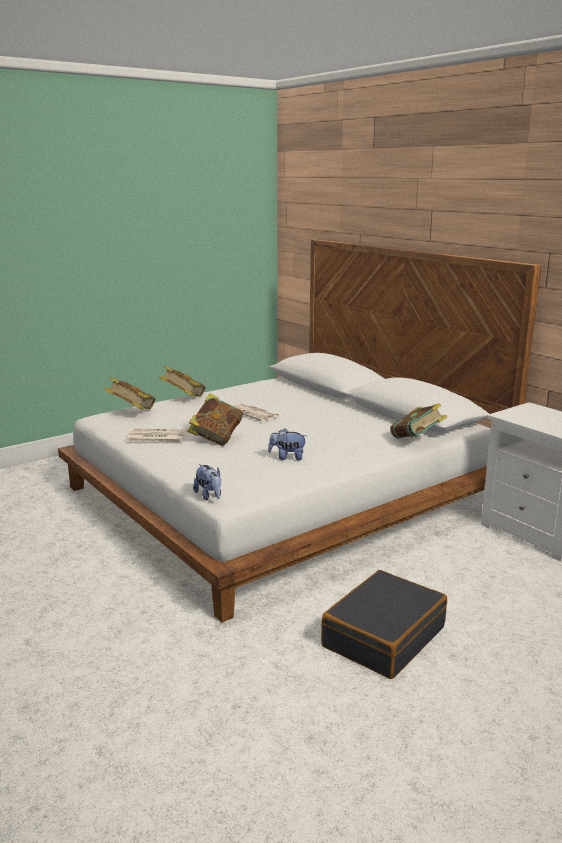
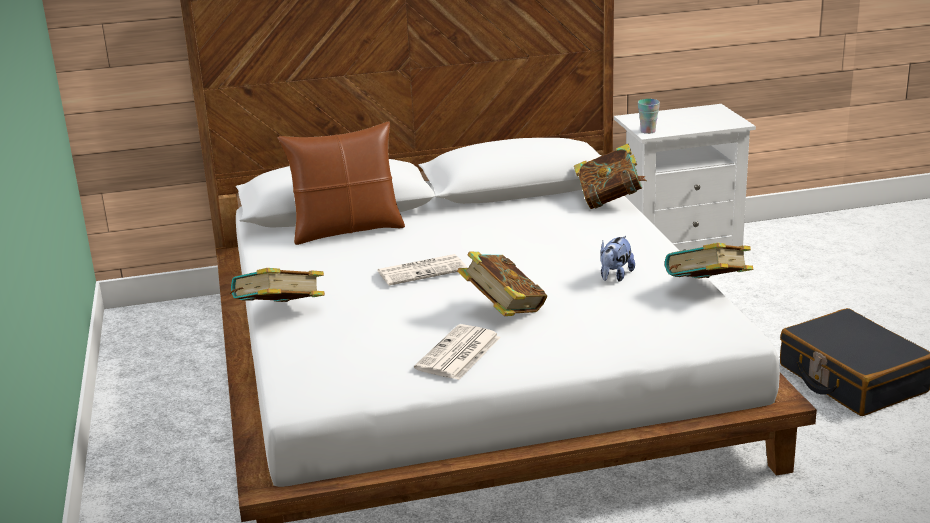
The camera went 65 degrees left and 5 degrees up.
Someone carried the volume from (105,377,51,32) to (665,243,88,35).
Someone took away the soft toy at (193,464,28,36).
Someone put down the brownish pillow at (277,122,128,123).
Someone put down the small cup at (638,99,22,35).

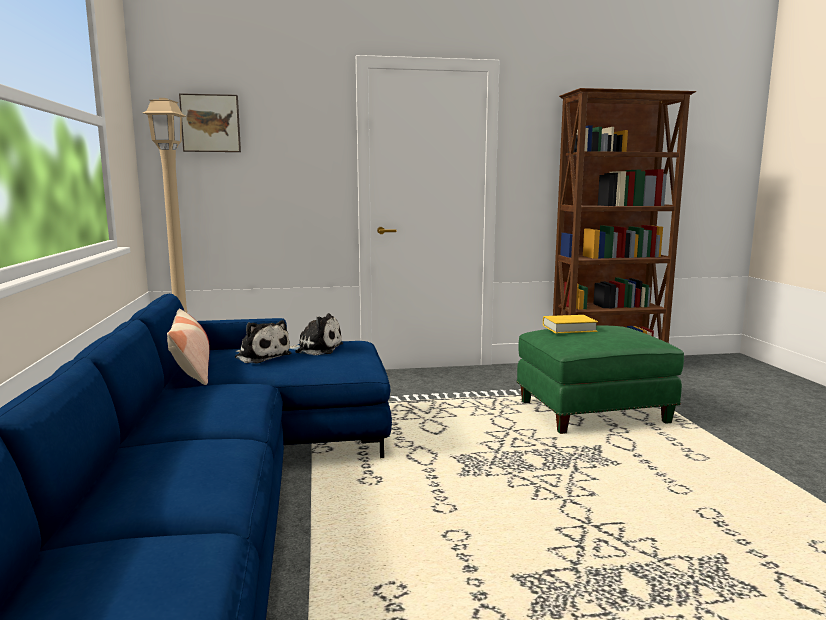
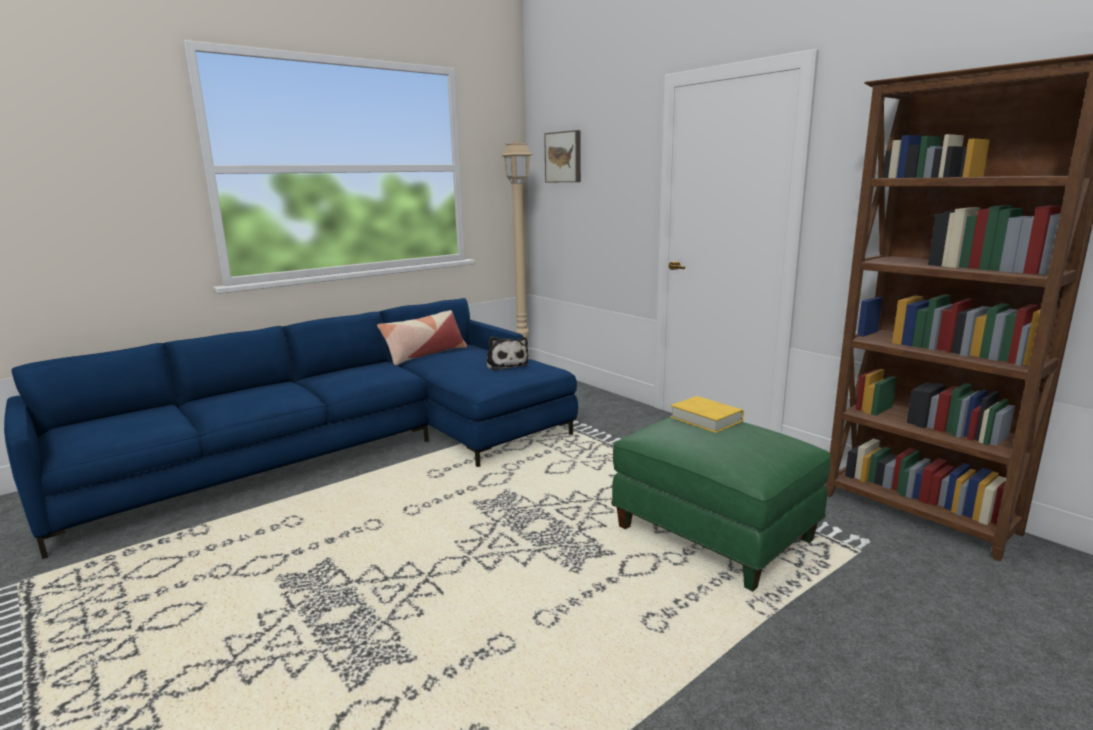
The camera went 60 degrees right and 5 degrees up.
Someone took away the soft toy at (235,320,57,44).

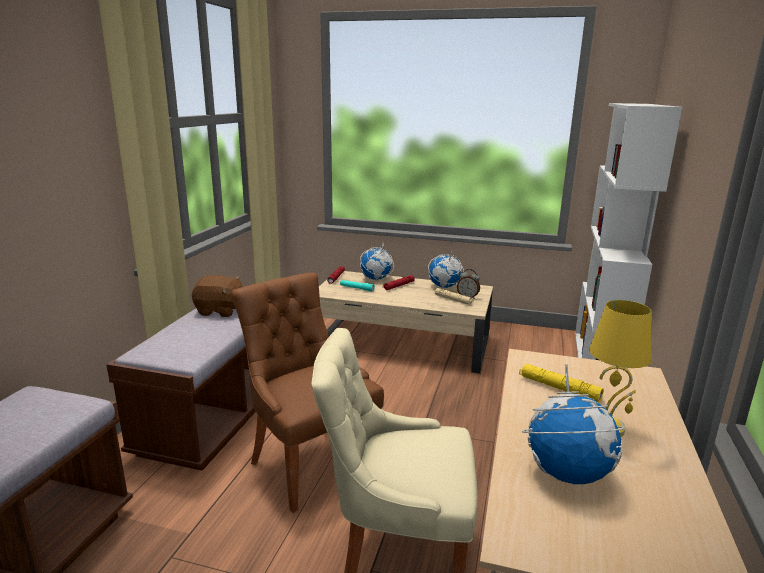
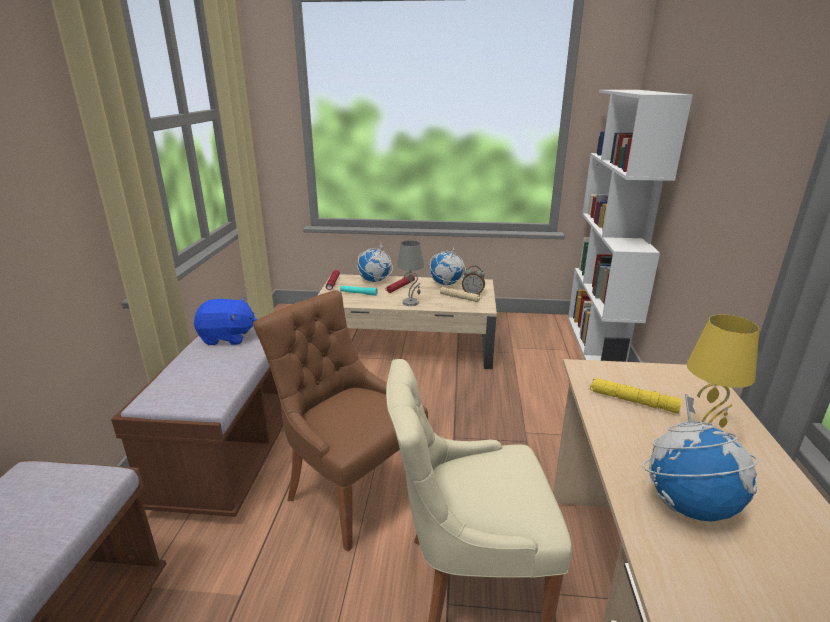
The camera went 10 degrees left and 5 degrees up.
Someone repainted the brownish soft toy at (192,275,51,42), which became the bluish soft toy at (194,297,63,48).
Someone put down the grey table lamp at (397,240,27,66).

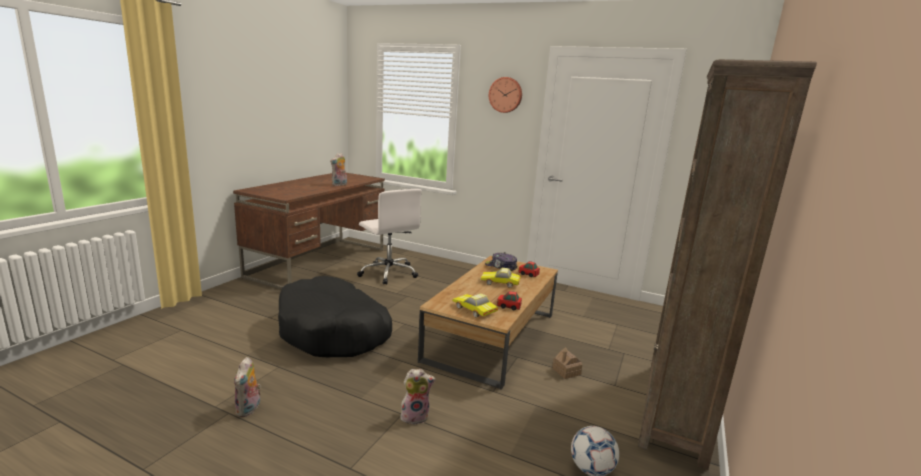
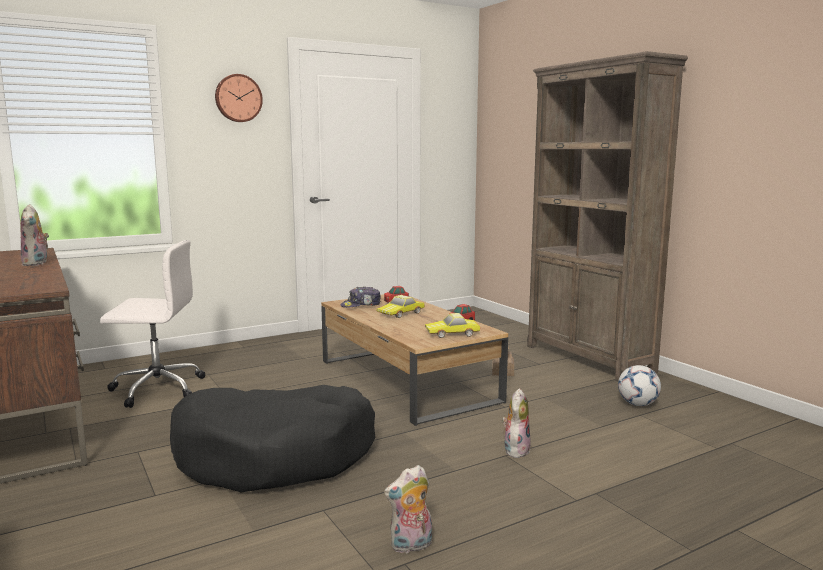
The camera went 55 degrees left and 5 degrees down.
Someone rotated the soft toy at (234,357,27,60) by 120 degrees clockwise.

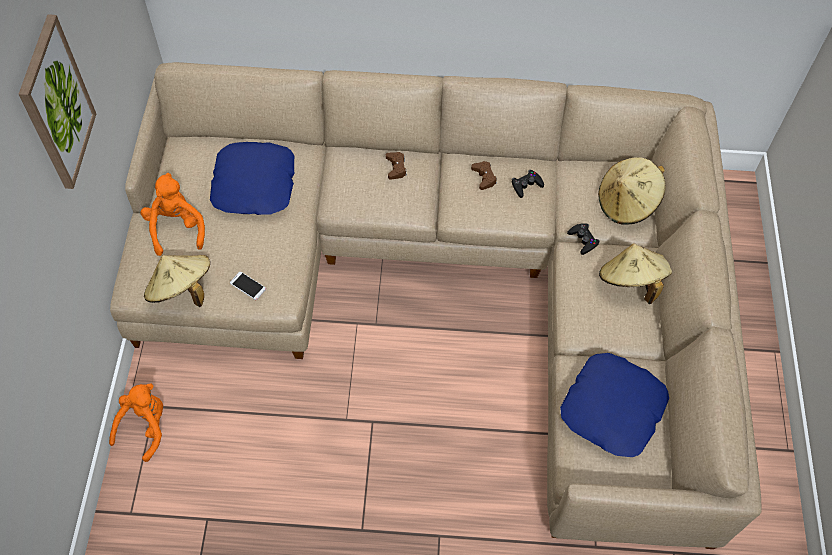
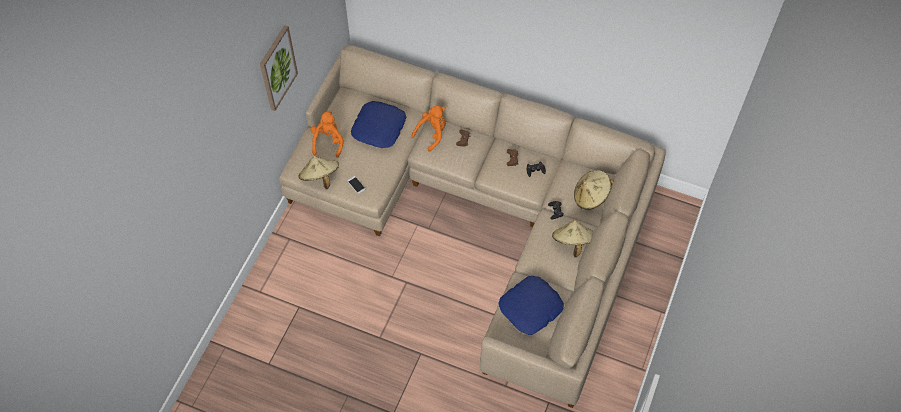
The camera went 20 degrees right and 0 degrees up.
Someone carried the orange-coloured soft toy from (109,383,54,79) to (411,106,35,46).

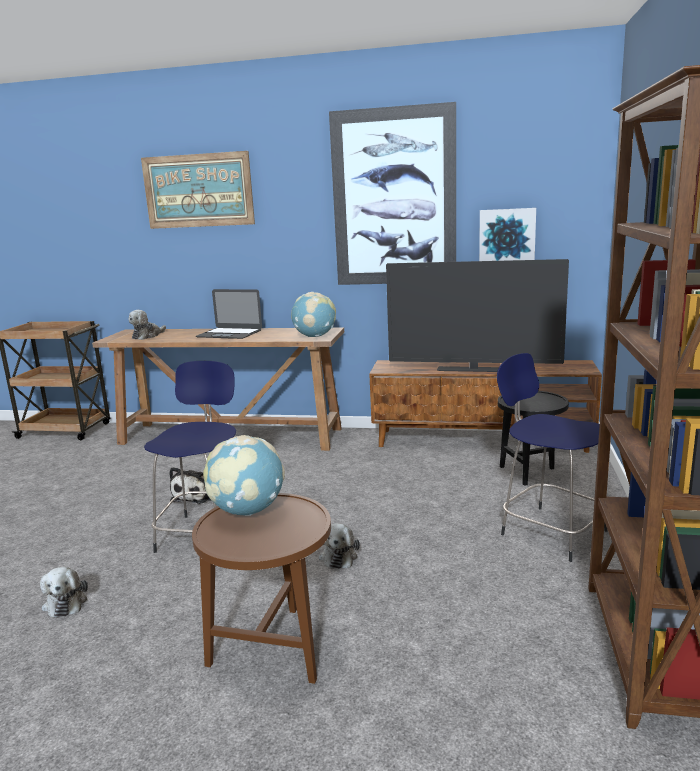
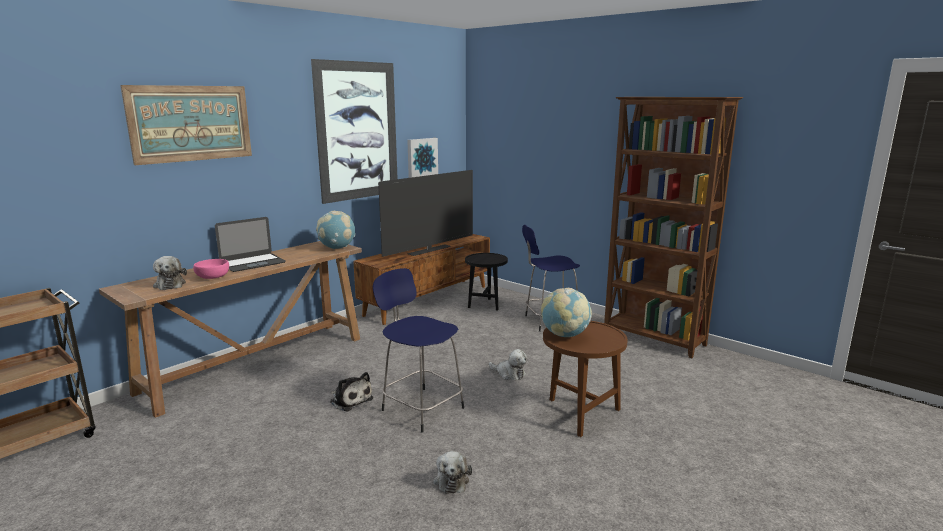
The camera went 60 degrees left and 0 degrees up.
Someone rotated the soft toy at (40,567,48,51) by 75 degrees clockwise.
Someone put down the pinkish deep dish at (193,259,36,20).

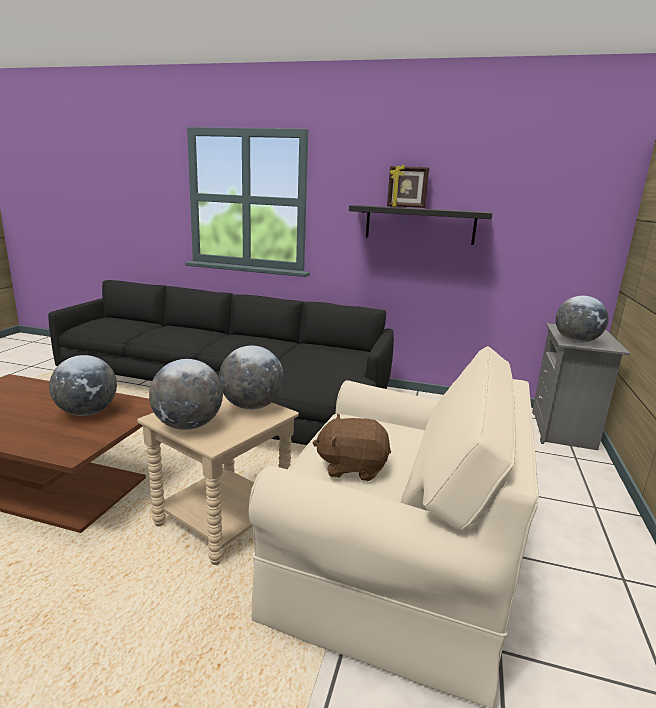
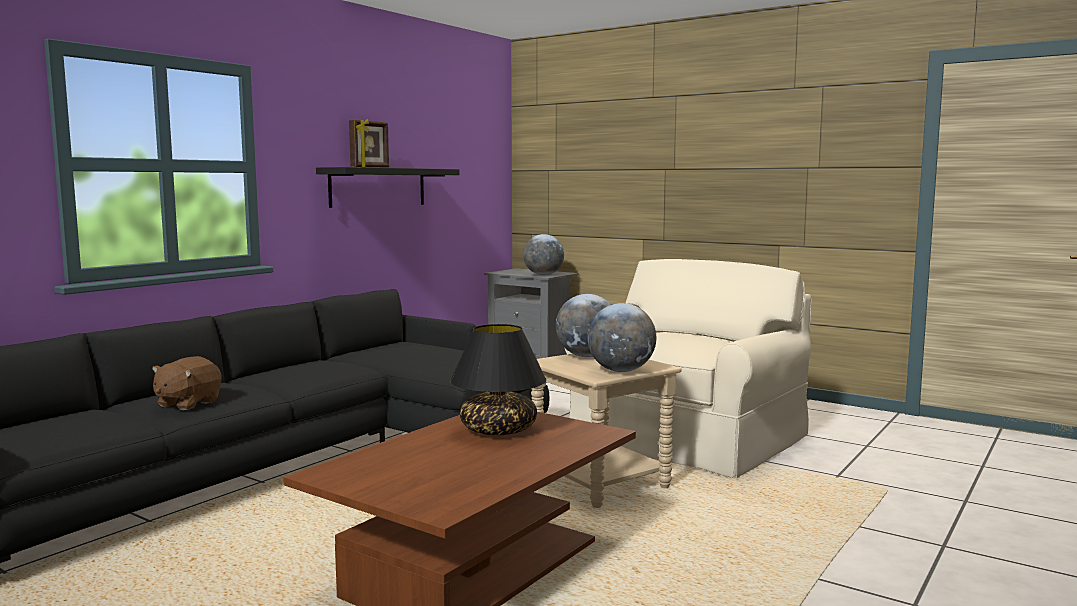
The camera went 70 degrees left and 10 degrees down.
Someone swapped the globe at (49,355,68,61) for the blackish table lamp at (450,324,96,111).
Someone carried the brownish soft toy from (313,414,78,67) to (152,356,70,54).

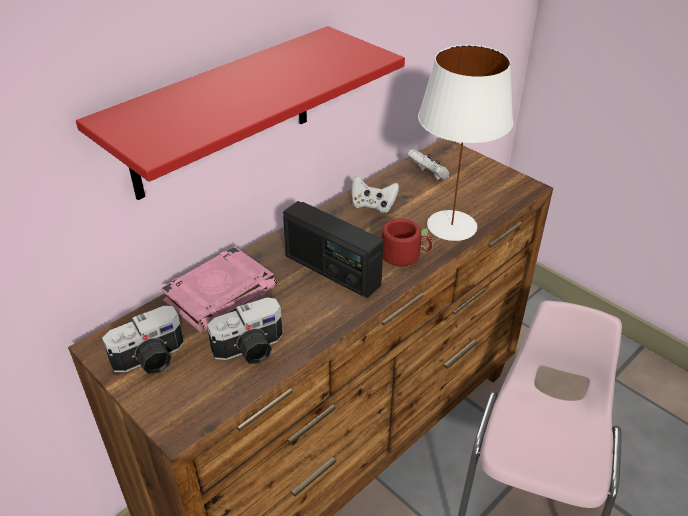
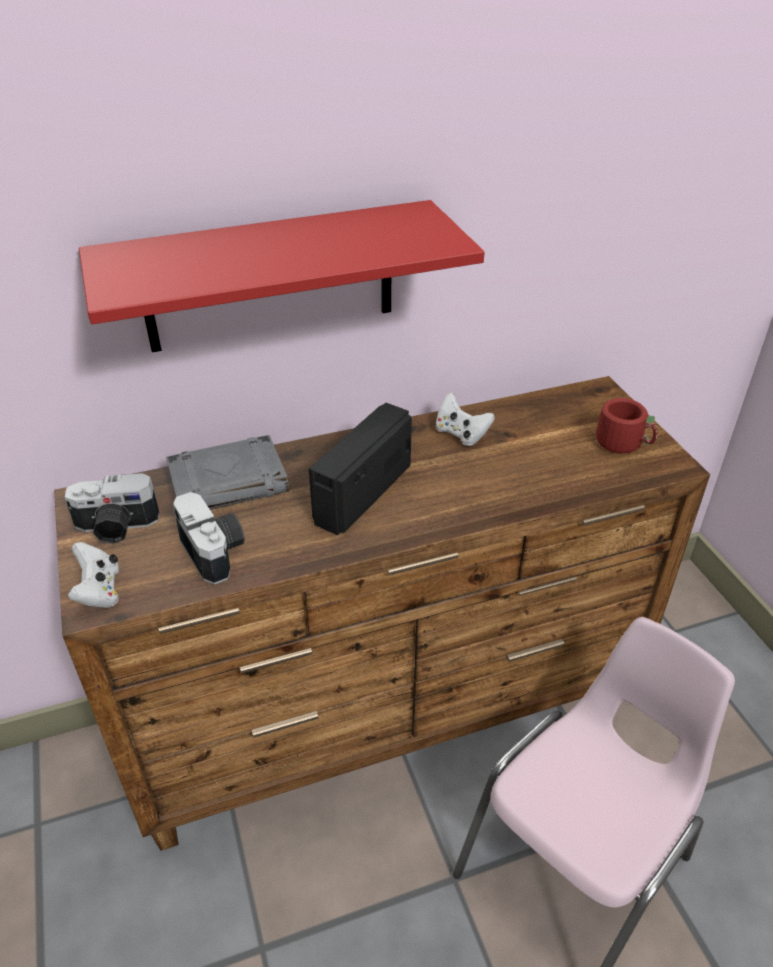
The camera went 25 degrees right and 0 degrees up.
Someone repainted the pinkish volume at (160,246,117,87), which became the grey volume at (166,435,124,75).
Someone rotated the photo camera at (207,297,76,67) by 120 degrees counterclockwise.
Someone rotated the radio set at (283,201,101,97) by 60 degrees clockwise.
Someone carried the red tea mug from (382,218,51,48) to (596,398,62,55).
Someone carried the whitish game controller from (408,149,41,31) to (68,542,51,66).
Someone took away the whitish table lamp at (418,45,95,196).

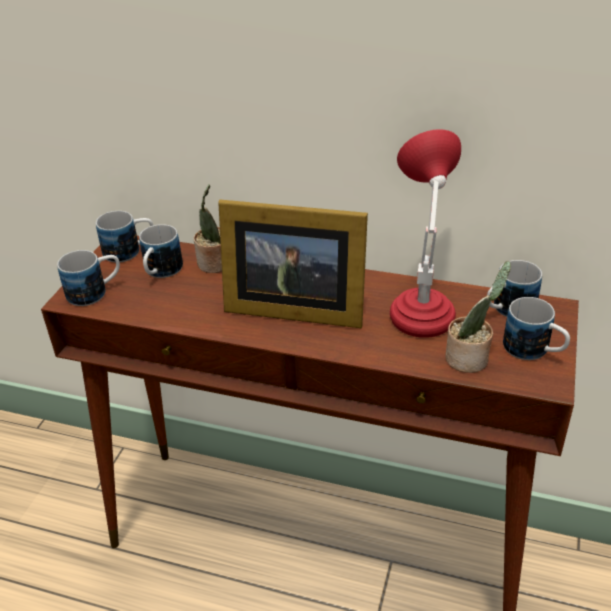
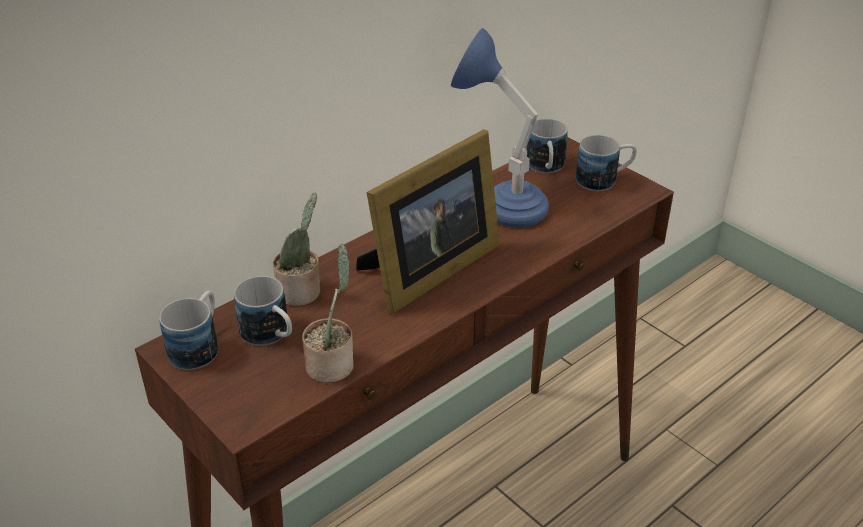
The camera went 60 degrees left and 0 degrees up.
Someone took away the tea mug at (57,250,63,56).
Someone repainted the red table lamp at (390,129,71,209), which became the bluish table lamp at (451,28,98,199).
Someone carried the potted plant from (445,261,66,112) to (302,244,52,139).

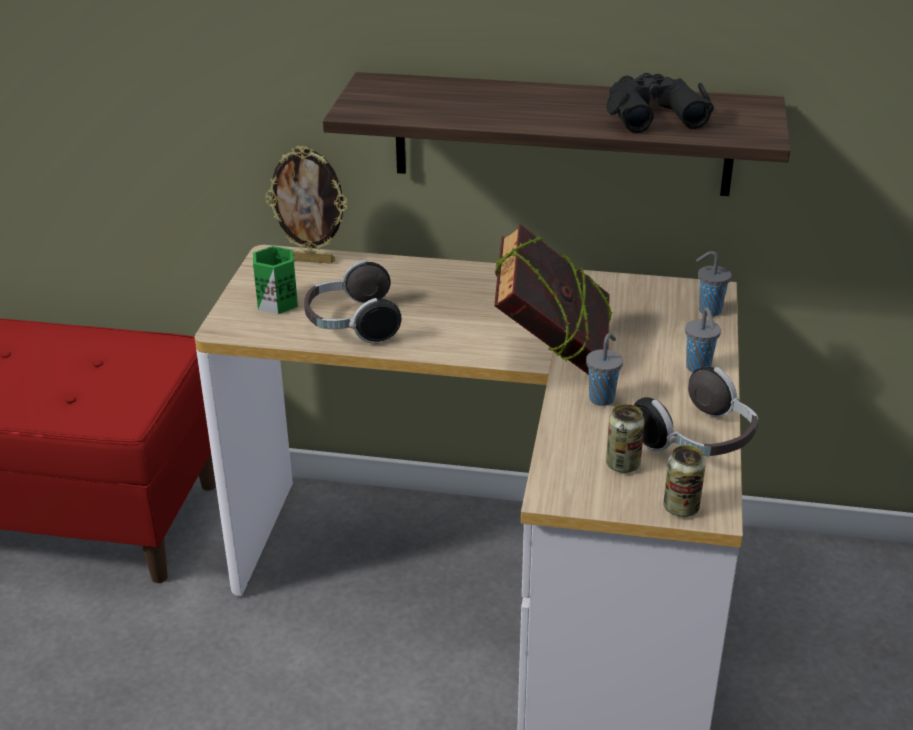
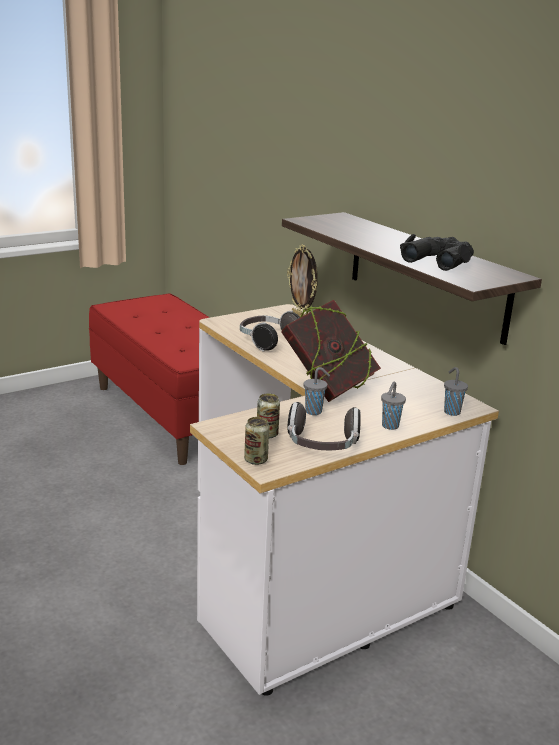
The camera went 45 degrees right and 10 degrees down.
Someone took away the green-coloured tea mug at (253,246,45,68).

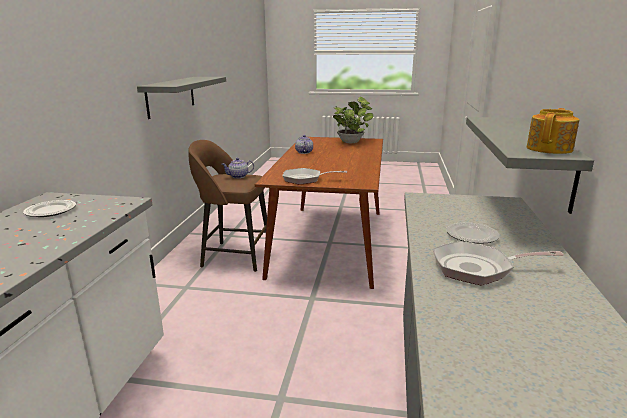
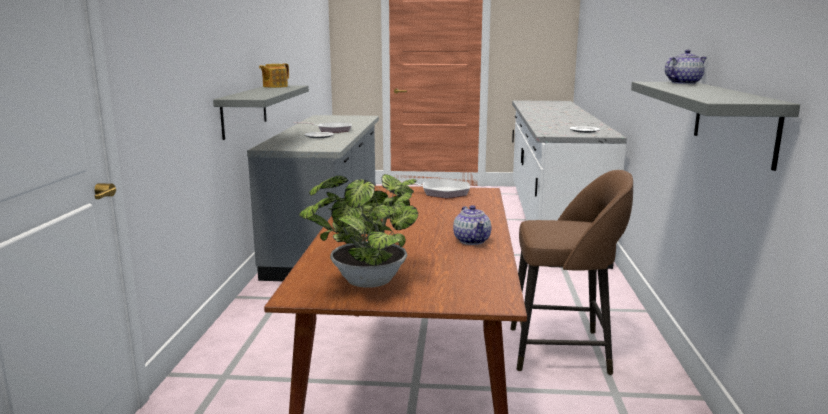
The camera went 175 degrees right and 5 degrees down.
Someone carried the tea pot from (221,158,33,21) to (665,50,42,34).

